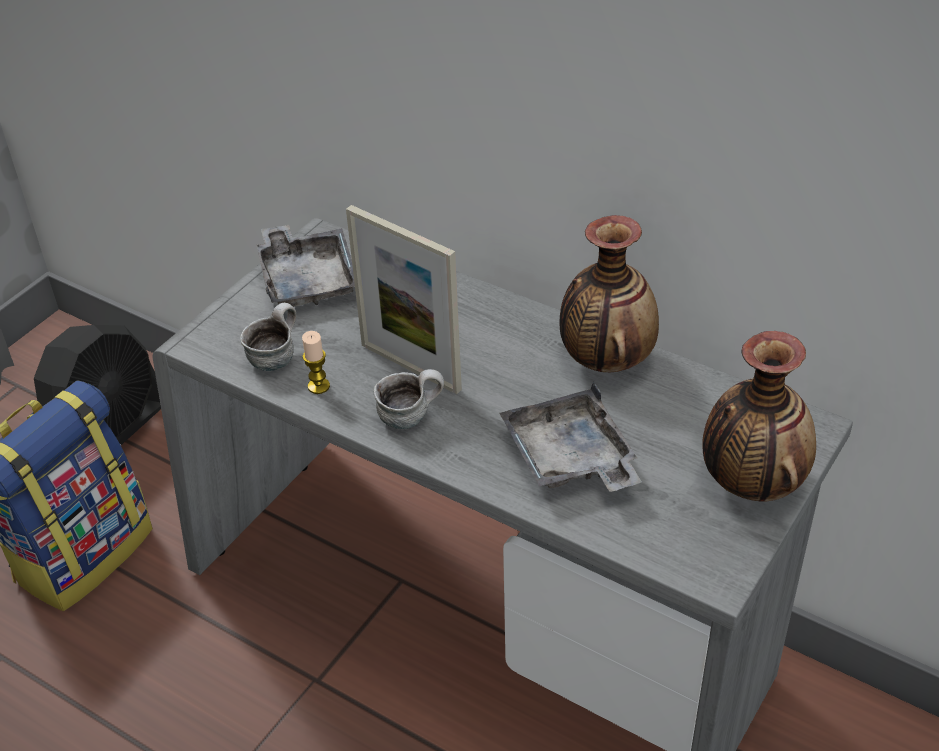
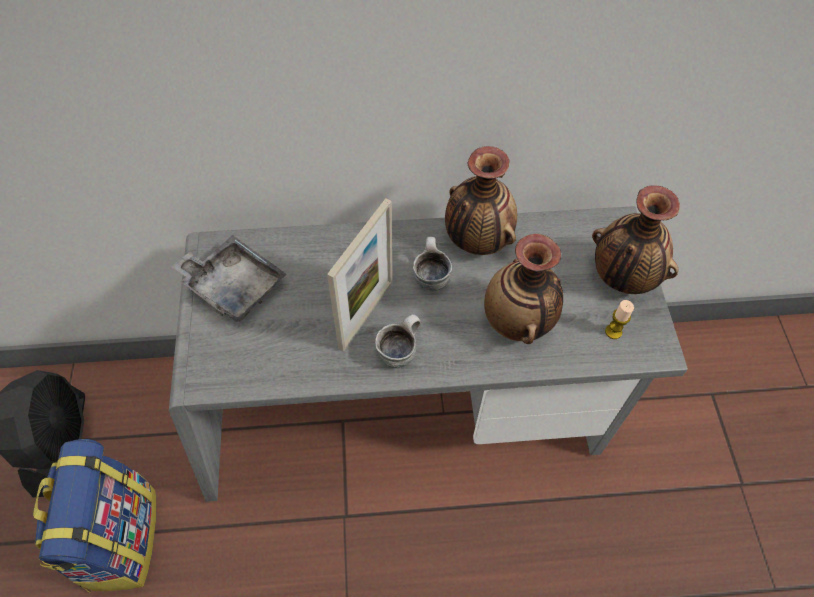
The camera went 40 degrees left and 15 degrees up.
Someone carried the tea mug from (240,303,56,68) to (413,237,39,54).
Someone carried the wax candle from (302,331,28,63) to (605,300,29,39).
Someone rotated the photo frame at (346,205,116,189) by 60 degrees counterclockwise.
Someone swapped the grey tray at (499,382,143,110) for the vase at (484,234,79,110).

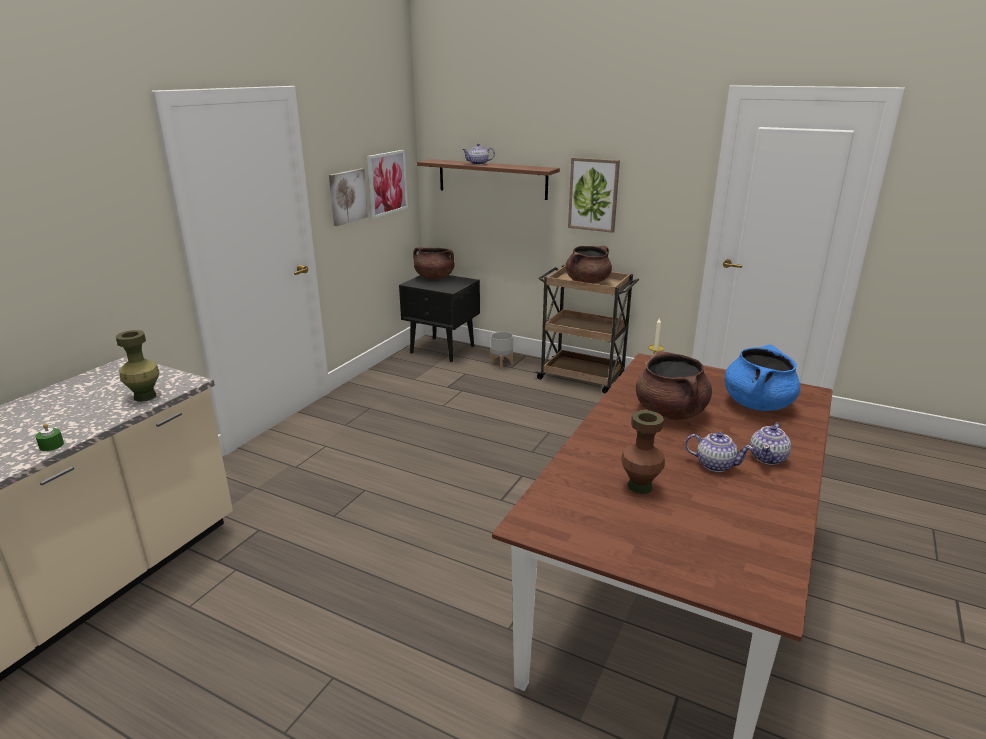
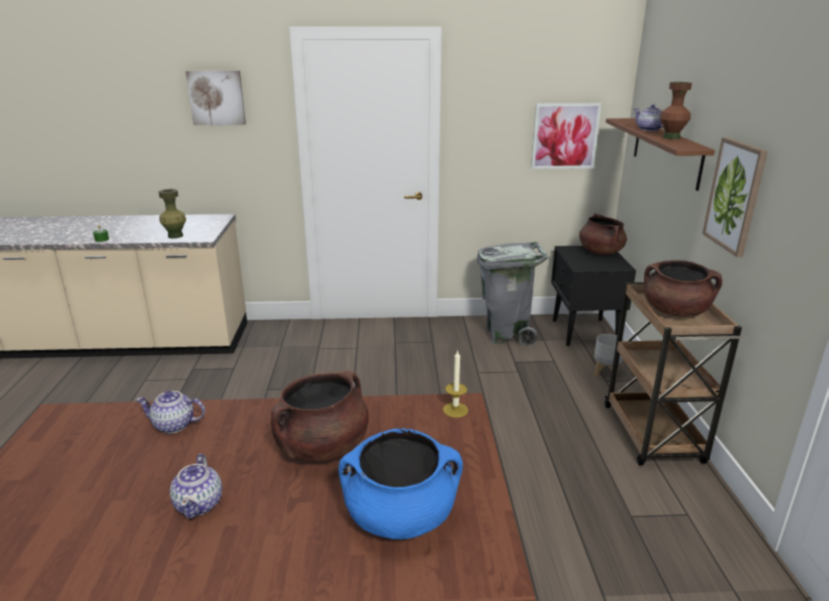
The camera went 60 degrees right and 0 degrees up.
Someone carried the wall picture from (329,169,39,57) to (186,70,60,55).
Someone carried the brownish vase from (621,410,44,84) to (660,82,32,57).
Someone carried the tea pot from (750,422,41,43) to (136,391,69,42).
Someone put down the grey waste bin at (477,242,71,104).

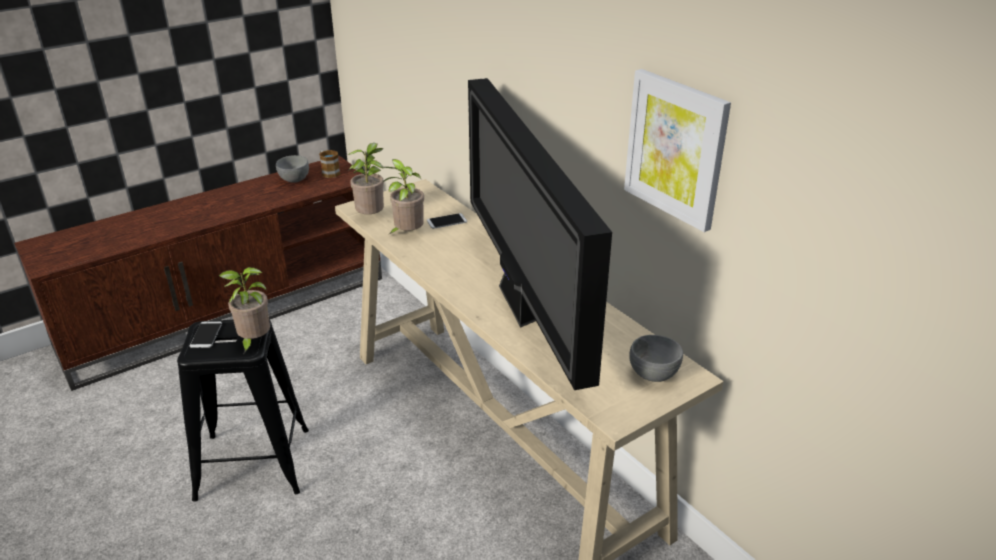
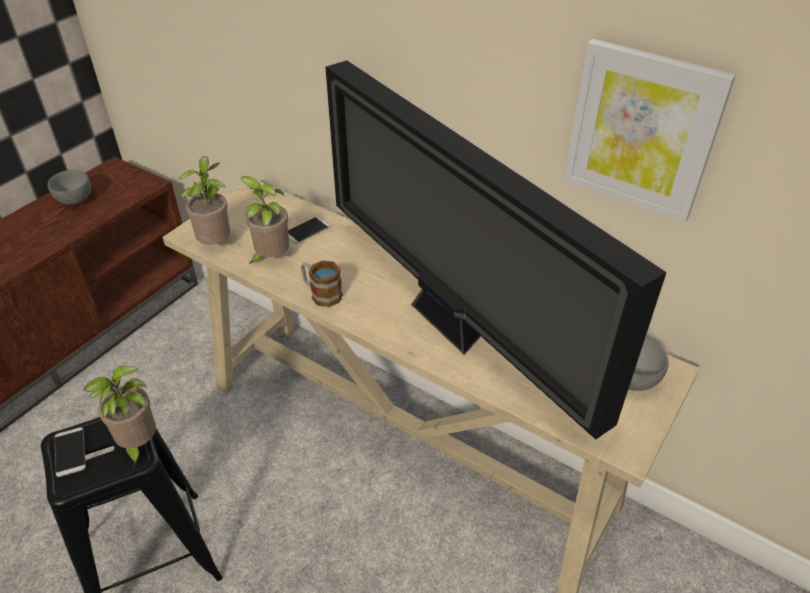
The camera went 20 degrees left and 10 degrees up.
Someone carried the tea mug from (319,150,21,28) to (301,260,42,47).

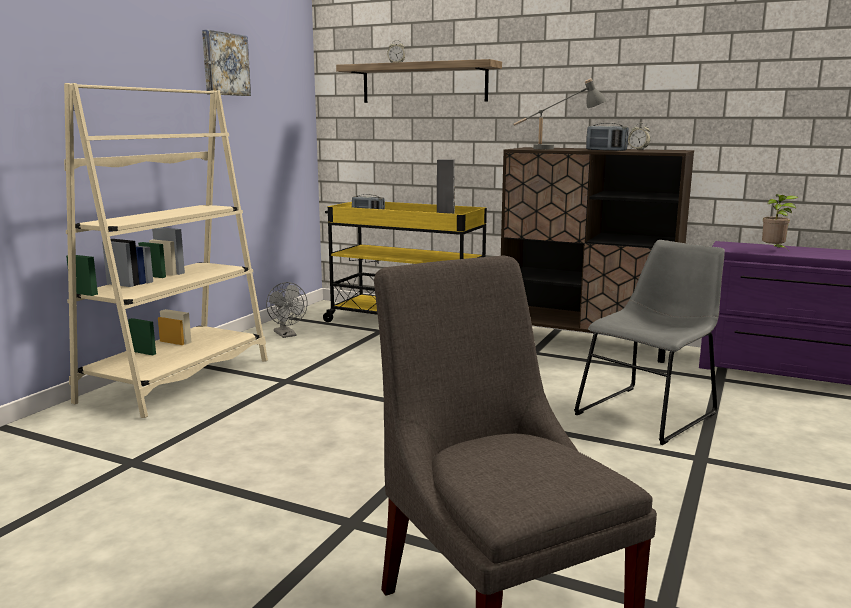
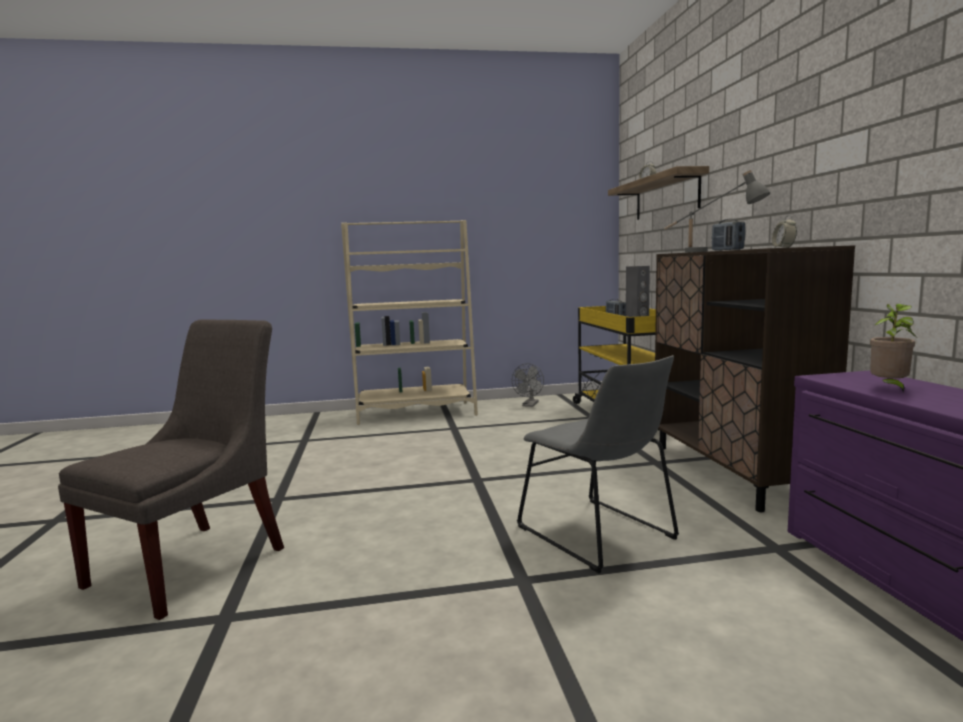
The camera went 55 degrees right and 5 degrees down.
Someone took away the wall picture at (202,30,49,66).
Someone rotated the grey upright chair at (574,240,151,205) by 45 degrees clockwise.

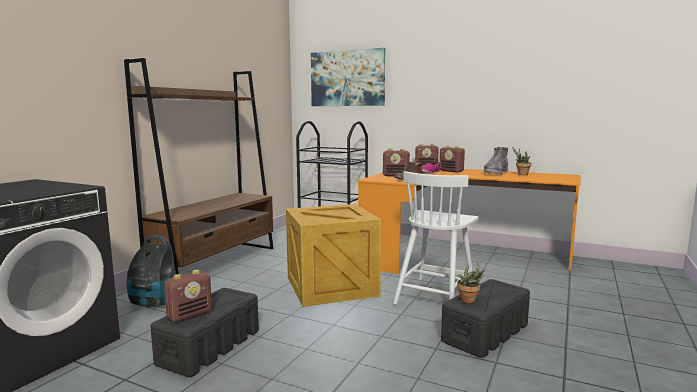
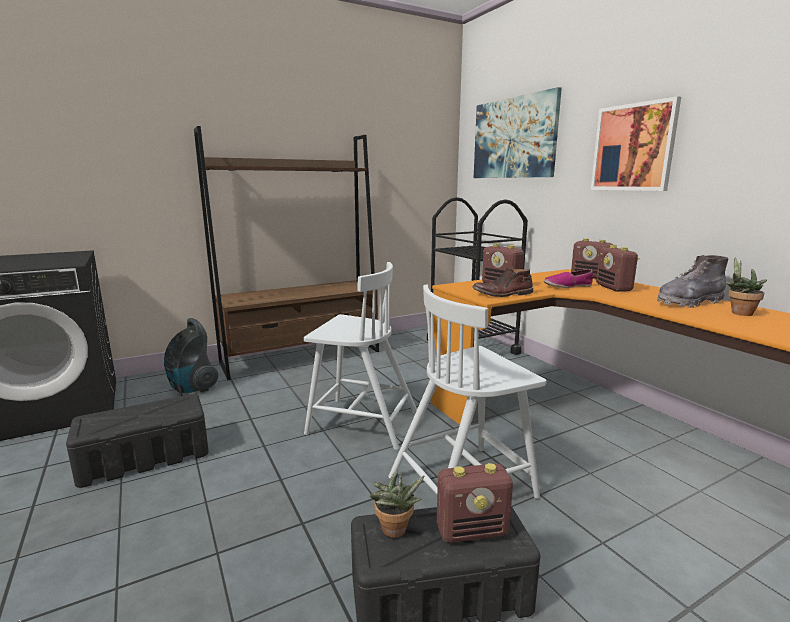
The camera went 35 degrees right and 5 degrees up.
Someone carried the radio set from (164,270,48,52) to (437,463,76,80).
Someone swapped the crate at (286,204,95,103) for the whitish upright chair at (304,262,113,188).
Someone put up the wall picture at (591,96,90,95).

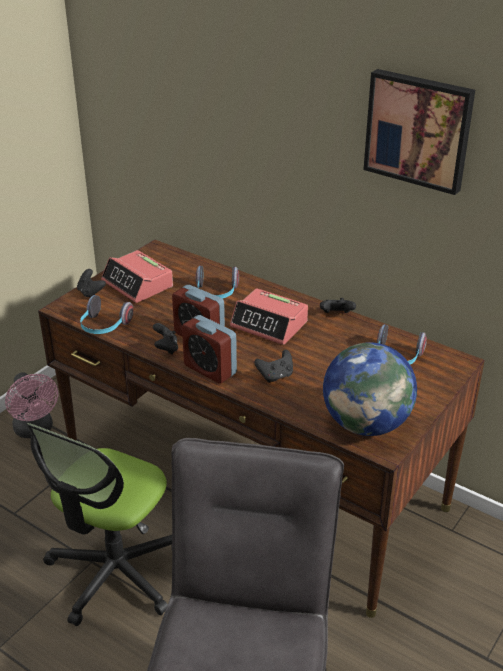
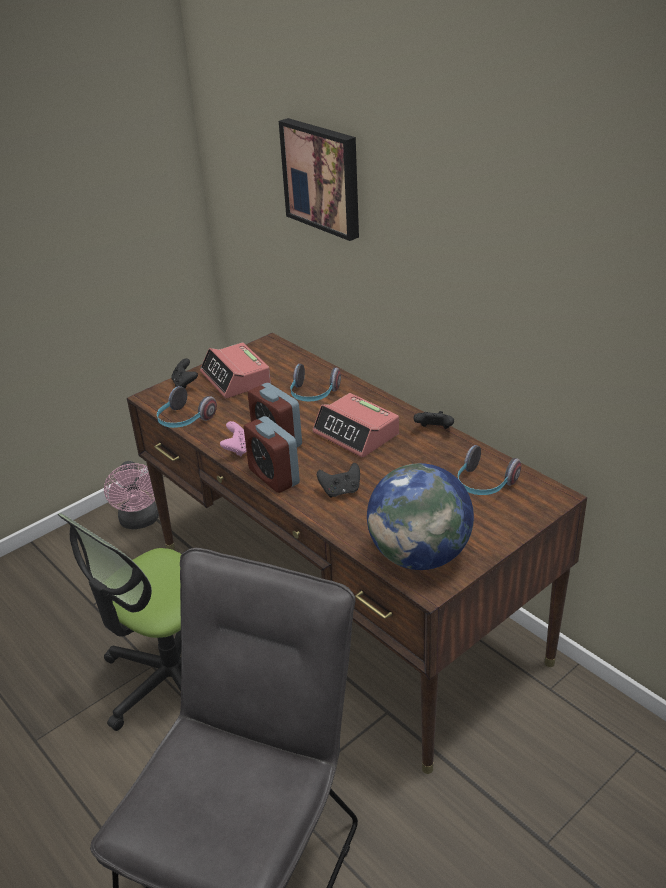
The camera went 15 degrees right and 0 degrees up.
Someone repainted the blackish game controller at (153,323,25,32), which became the pinkish game controller at (220,421,27,35).
Someone carried the wall picture from (363,69,112,126) to (279,118,80,123).

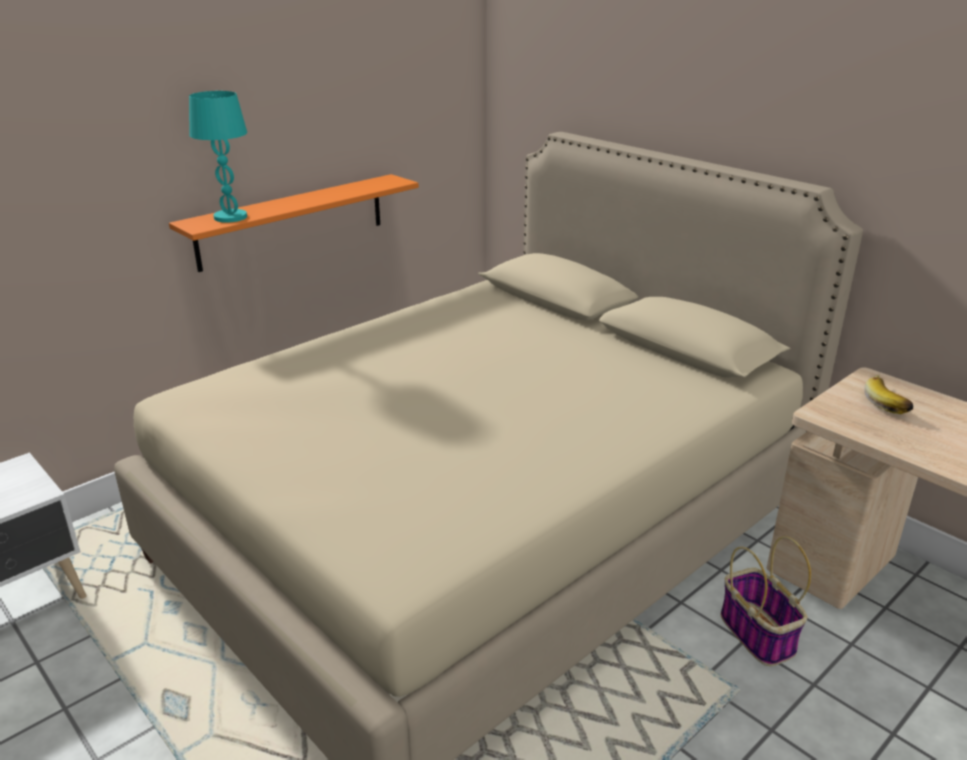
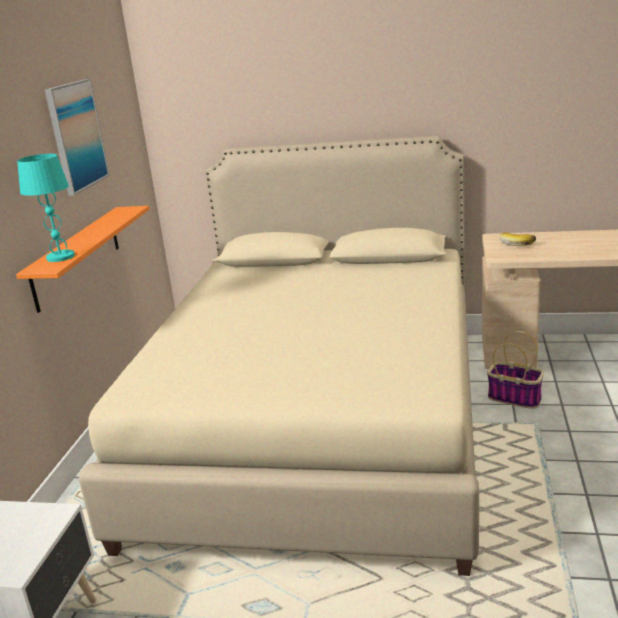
The camera went 35 degrees left and 5 degrees down.
Someone put up the wall picture at (45,79,65,117).

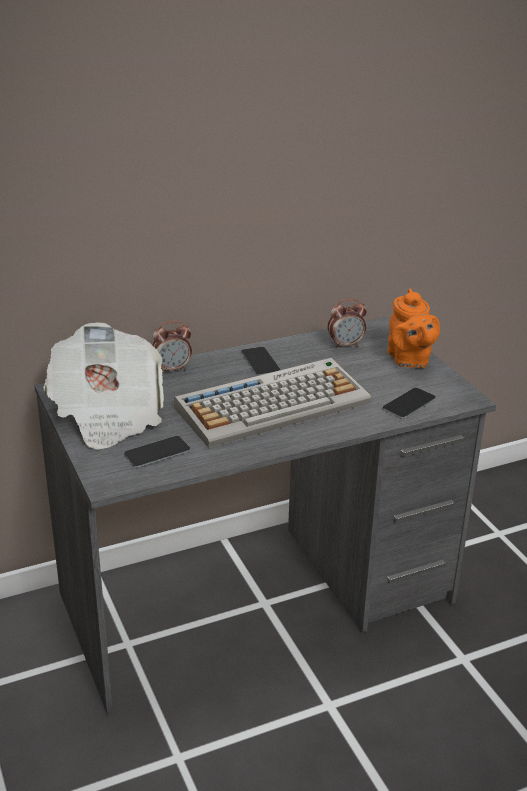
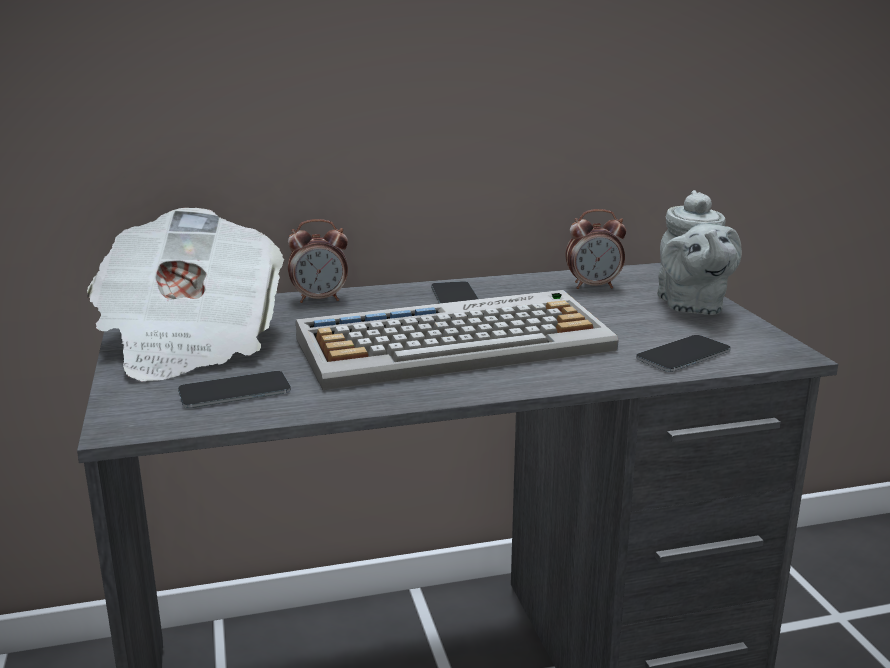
The camera went 10 degrees right and 10 degrees down.
Someone repainted the orange-coloured tea pot at (387,288,53,80), which became the grey tea pot at (657,190,85,125).

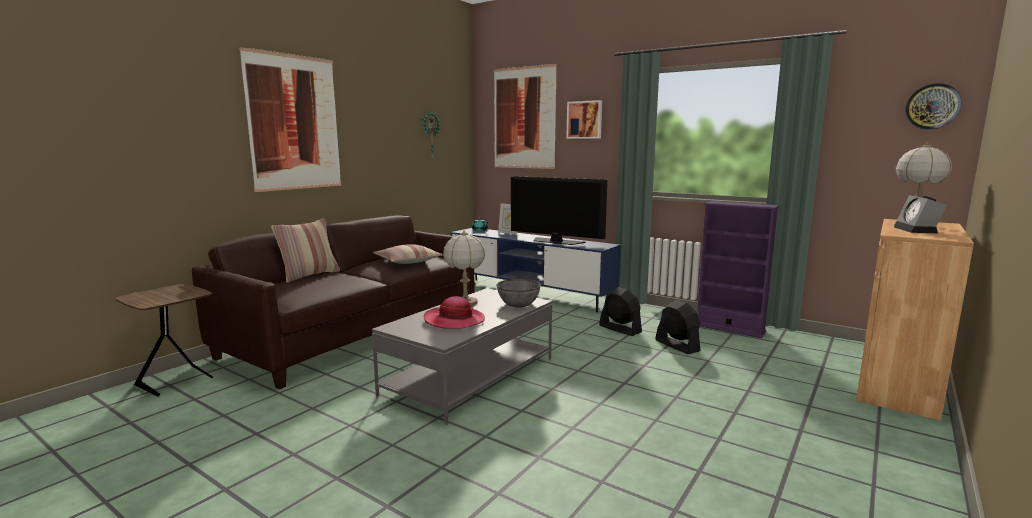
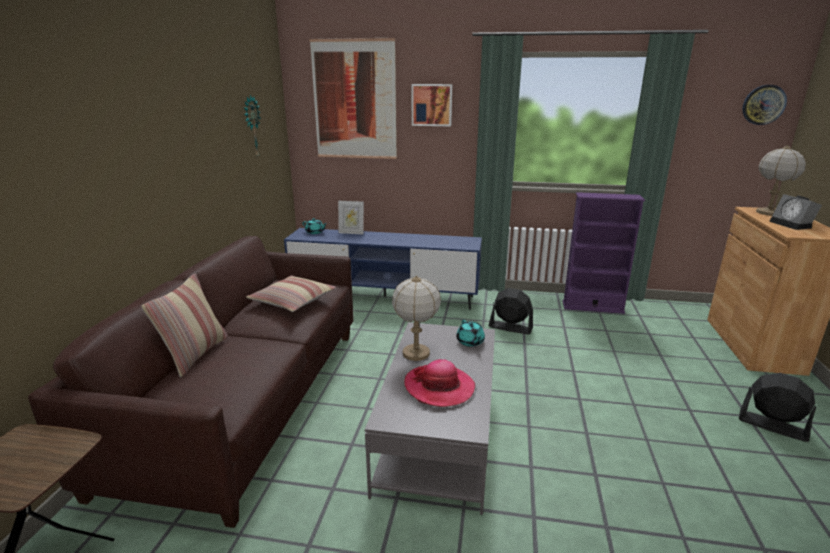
The camera went 25 degrees left and 10 degrees up.
Someone took away the wall picture at (239,47,102,145).
Someone swapped the grey deep dish at (496,279,45,28) for the turquoise tea pot at (456,320,29,27).
Someone took away the TV at (511,176,96,69).
Someone carried the blackish electric fan from (655,300,46,54) to (739,373,77,69).

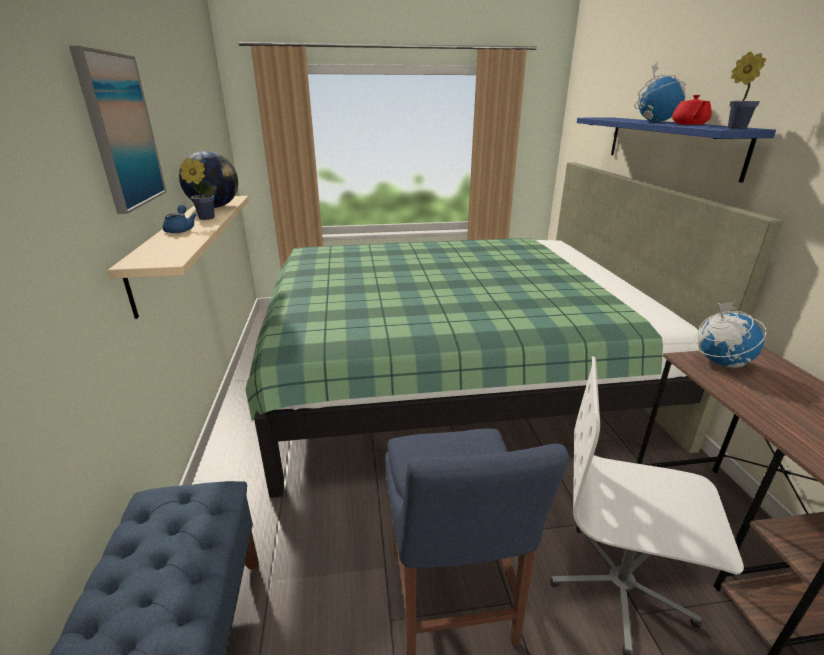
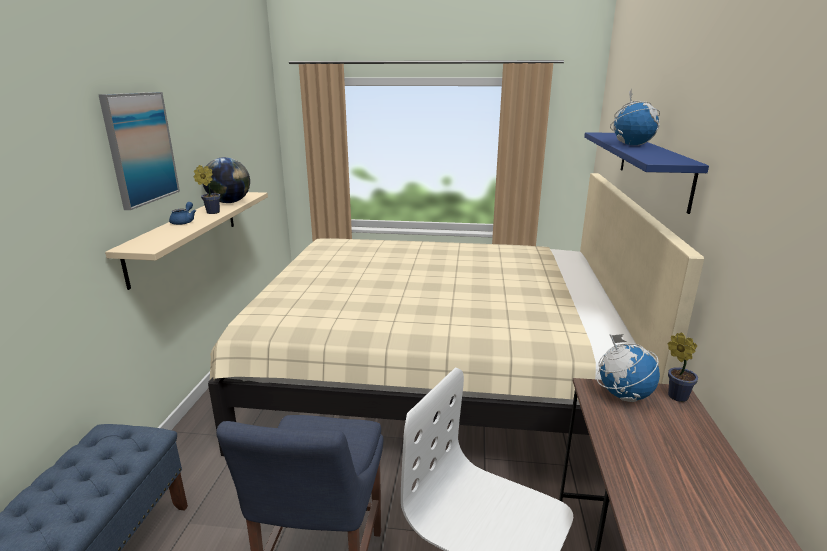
The camera went 15 degrees right and 5 degrees down.
Someone repainted the green-coloured bed at (245,162,538,336), which became the beige-coloured bed at (208,173,496,283).
Someone took away the red tea pot at (672,95,40,30).
Someone carried the potted plant from (728,51,38,78) to (668,332,30,70).

